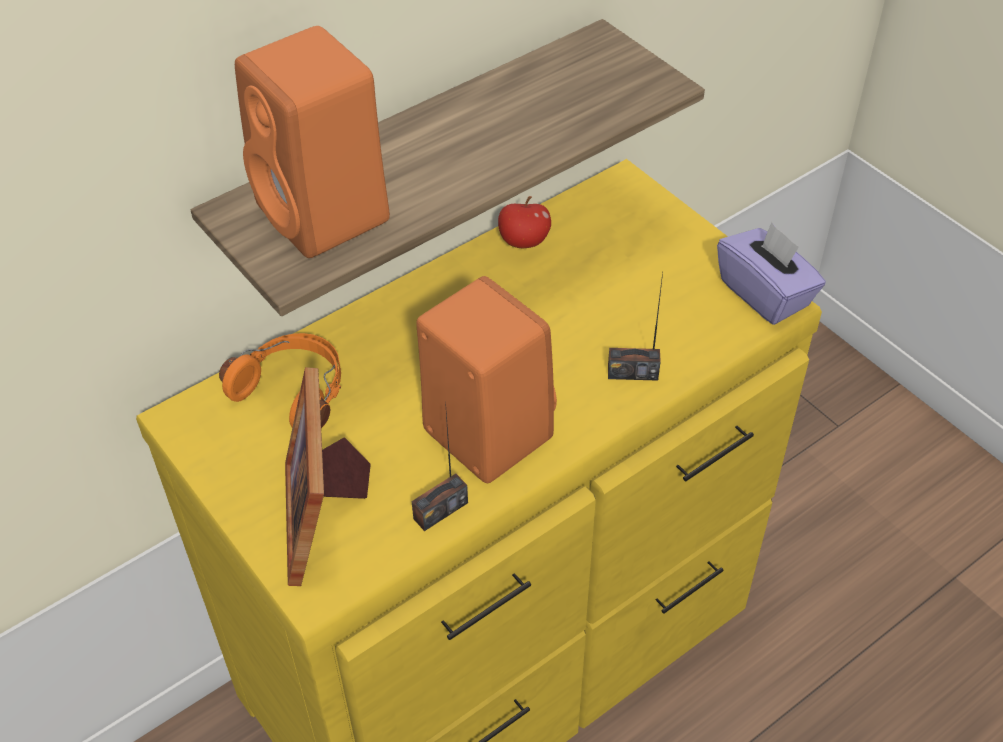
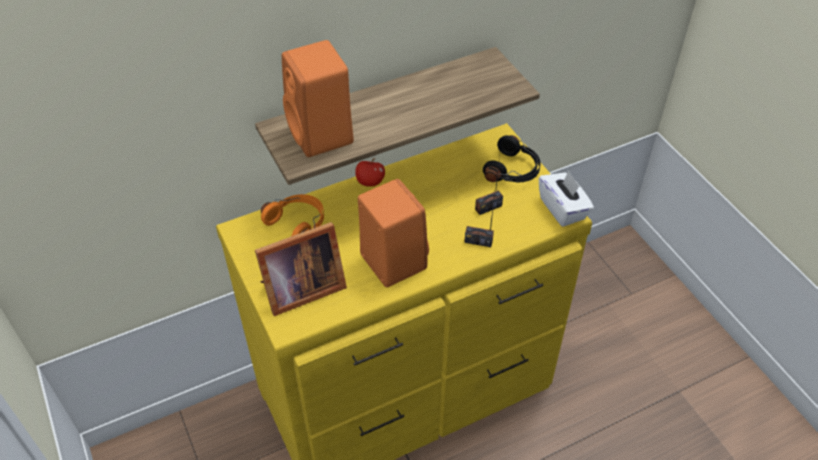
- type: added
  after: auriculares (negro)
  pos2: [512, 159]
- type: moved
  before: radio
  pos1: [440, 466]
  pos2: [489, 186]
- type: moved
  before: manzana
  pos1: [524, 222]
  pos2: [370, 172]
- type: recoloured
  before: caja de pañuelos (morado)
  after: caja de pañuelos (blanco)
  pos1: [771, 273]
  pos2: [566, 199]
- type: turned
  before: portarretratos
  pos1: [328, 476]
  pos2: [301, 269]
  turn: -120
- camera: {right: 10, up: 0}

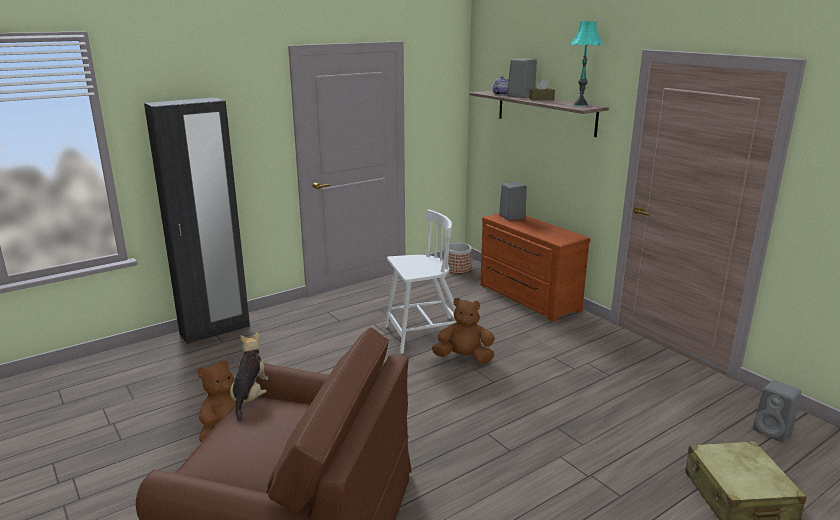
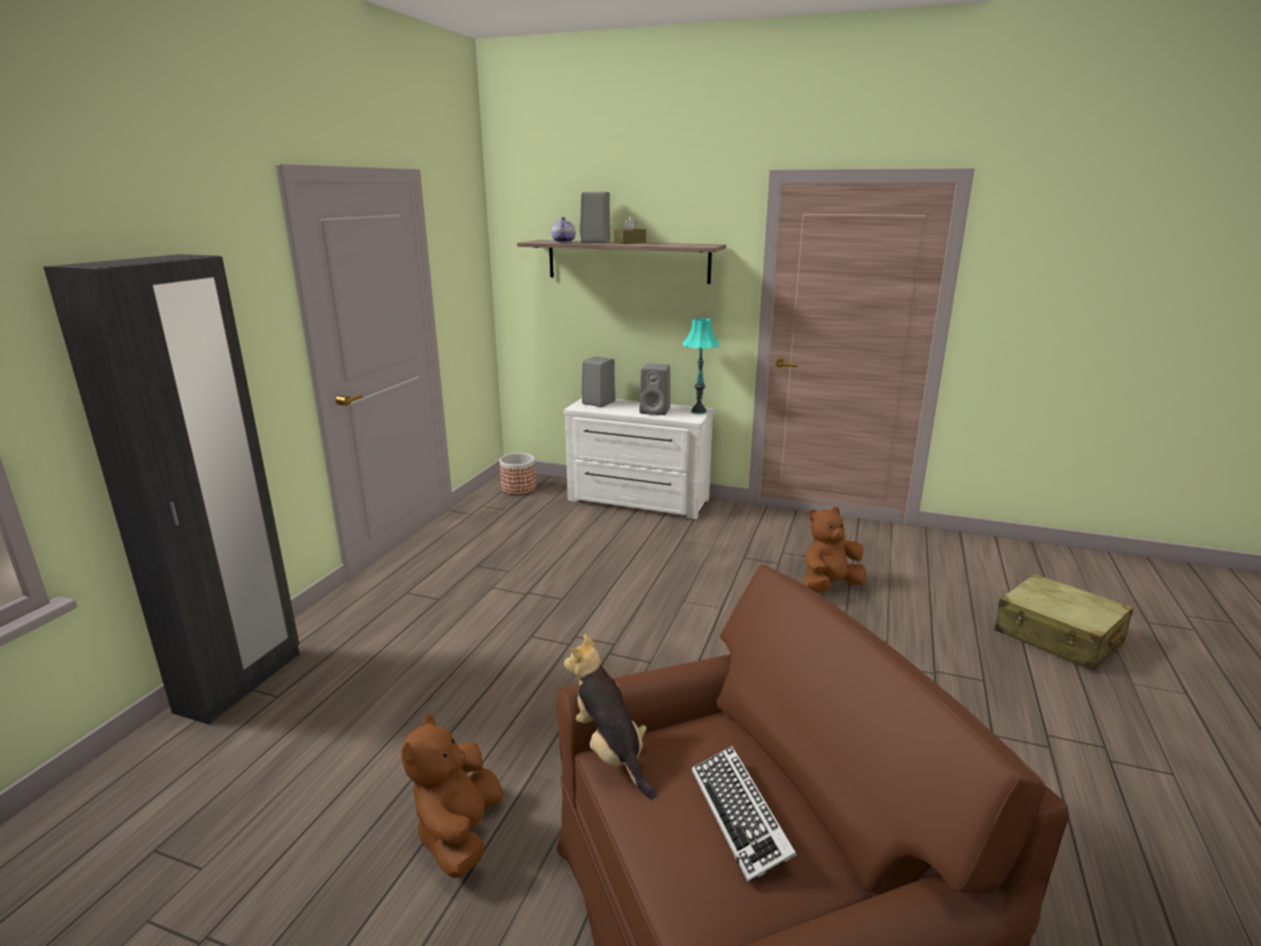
- type: removed
  before: silla (blanco)
  pos1: [420, 282]
- type: added
  after: teclado
  pos2: [744, 814]
- type: moved
  before: peluche (marrón)
  pos1: [463, 331]
  pos2: [834, 549]
- type: moved
  before: lámpara de mesa (turquesa)
  pos1: [586, 63]
  pos2: [701, 366]
- type: moved
  before: altavoz (gris)
  pos1: [777, 411]
  pos2: [654, 389]
- type: recoloured
  before: cómoda (marrón)
  after: cómoda (blanco)
  pos1: [535, 267]
  pos2: [639, 458]
- camera: {right: -35, up: 0}

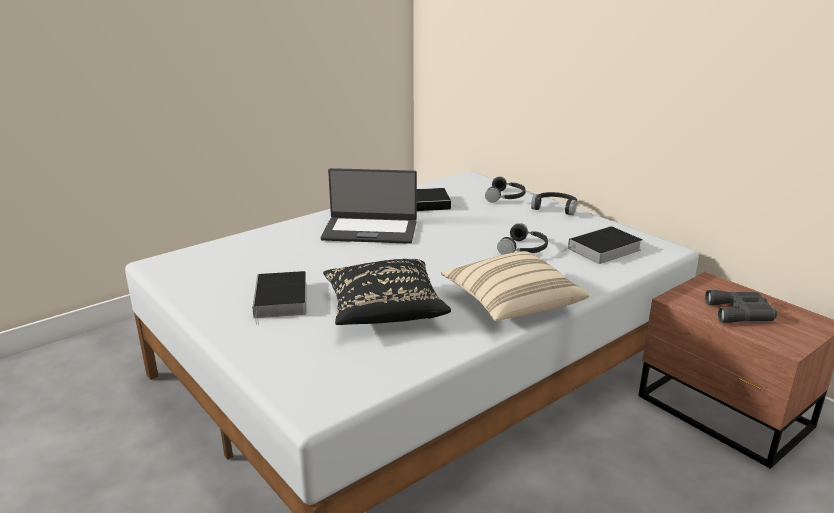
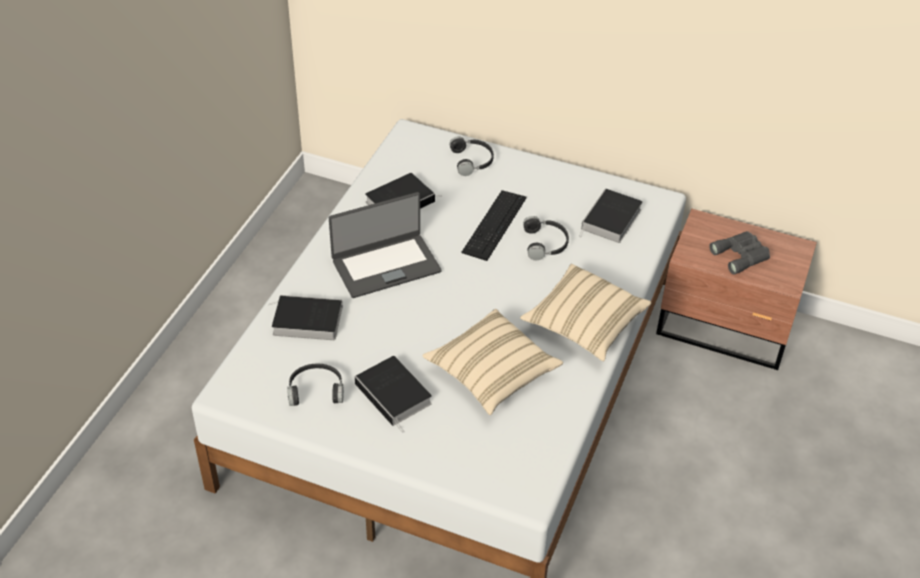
- type: added
  after: libro
  pos2: [306, 317]
- type: added
  after: teclado
  pos2: [493, 225]
- type: moved
  before: auriculares (negro)
  pos1: [554, 203]
  pos2: [315, 384]
- type: recoloured
  before: cojín (negro)
  after: cojín (beis)
  pos1: [387, 292]
  pos2: [492, 362]
- camera: {right: -30, up: 20}

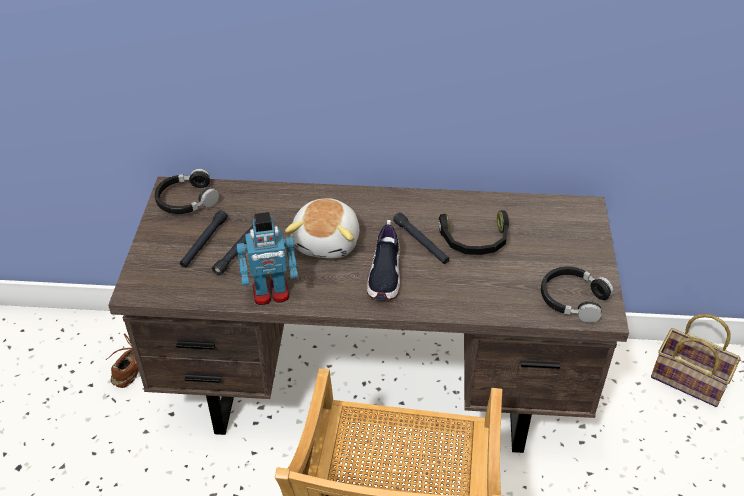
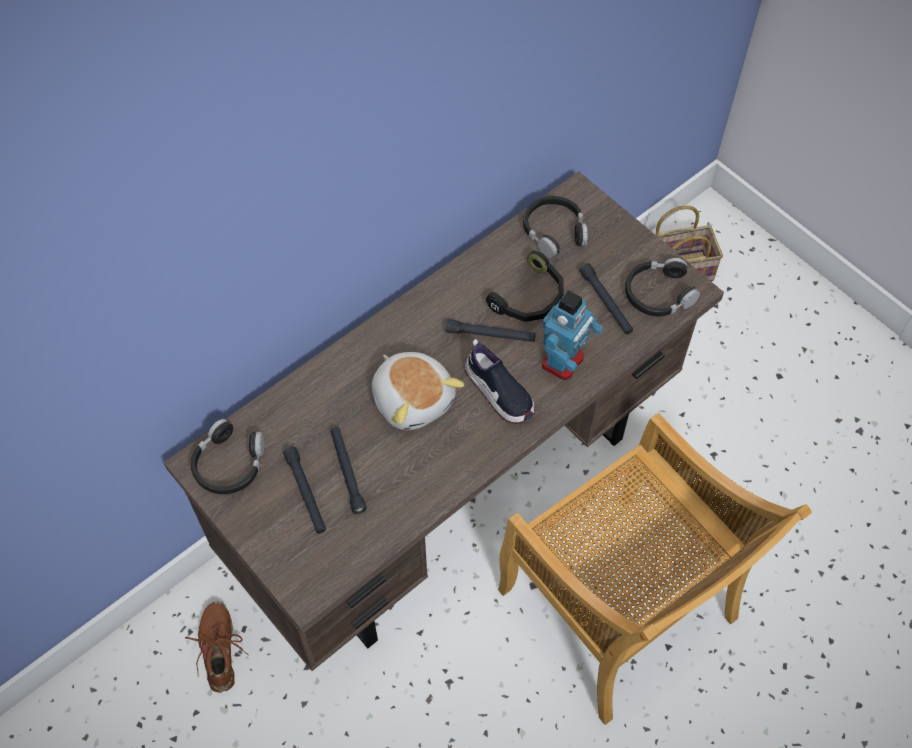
- type: added
  after: auriculares (negro)
  pos2: [555, 227]
- type: added
  after: linterna (negro)
  pos2: [606, 298]
- type: moved
  before: robot de juguete
  pos1: [267, 258]
  pos2: [573, 335]
- camera: {right: -45, up: 15}

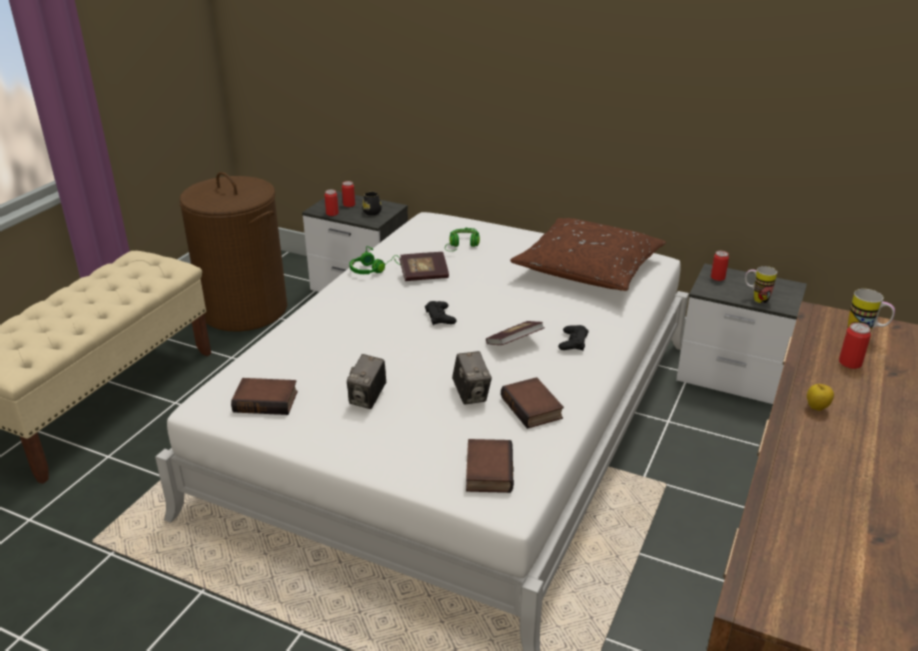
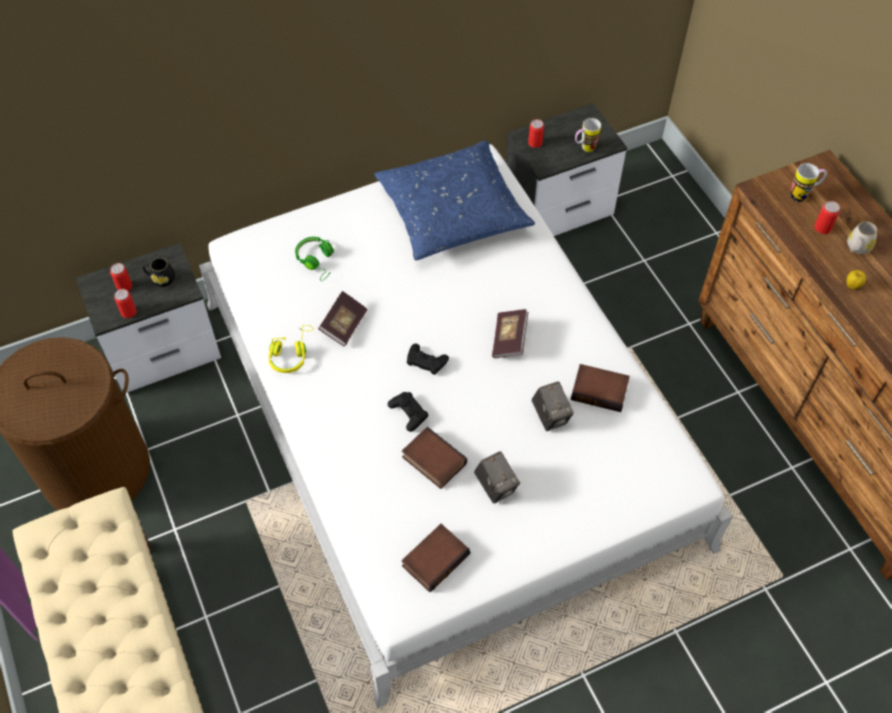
- type: added
  after: taza grande (blanco)
  pos2: [862, 237]
- type: moved
  before: libro
  pos1: [490, 466]
  pos2: [434, 458]
- type: moved
  before: mando de consola (negro)
  pos1: [573, 338]
  pos2: [408, 412]
- type: recoloured
  before: auriculares (verde)
  after: auriculares (amarillo)
  pos1: [375, 260]
  pos2: [291, 349]
- type: recoloured
  before: cojín (marrón)
  after: cojín (azul)
  pos1: [588, 254]
  pos2: [454, 200]
- type: turned
  before: cámara
  pos1: [472, 377]
  pos2: [553, 406]
  turn: 45
- camera: {right: -50, up: 25}

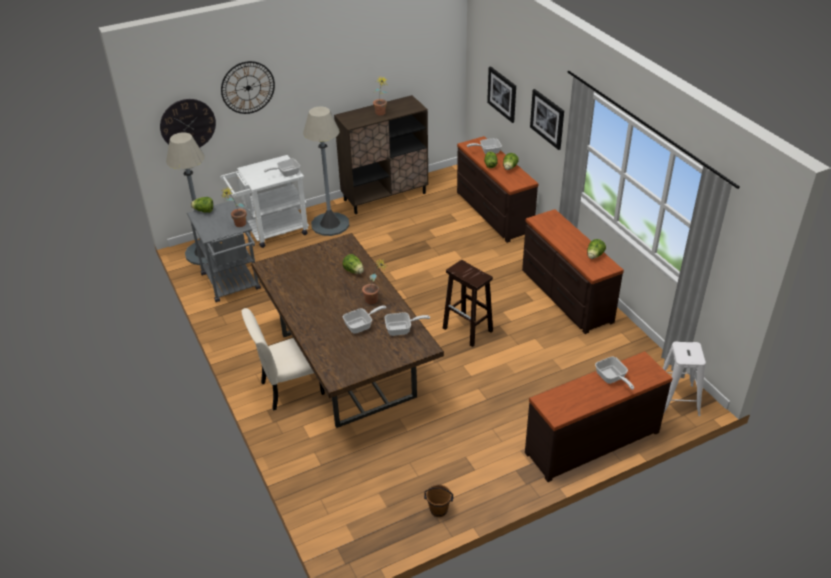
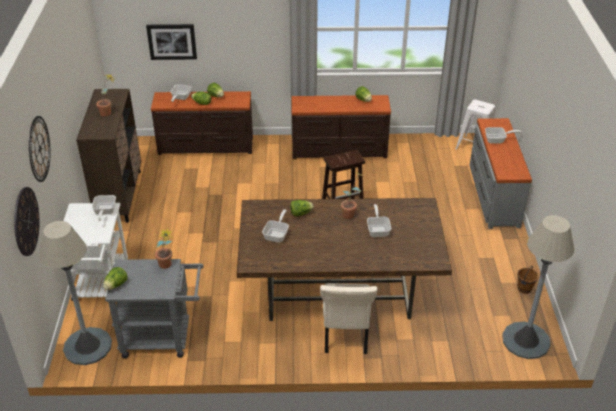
- type: removed
  before: cuadro
  pos1: [547, 119]
- type: moved
  before: lámpara de pie (gris)
  pos1: [326, 171]
  pos2: [538, 287]
- type: moved
  before: sartén
  pos1: [407, 324]
  pos2: [275, 226]
- type: recoloured
  before: cómoda (marrón)
  after: cómoda (gris)
  pos1: [599, 416]
  pos2: [500, 173]
- camera: {right: -65, up: 0}

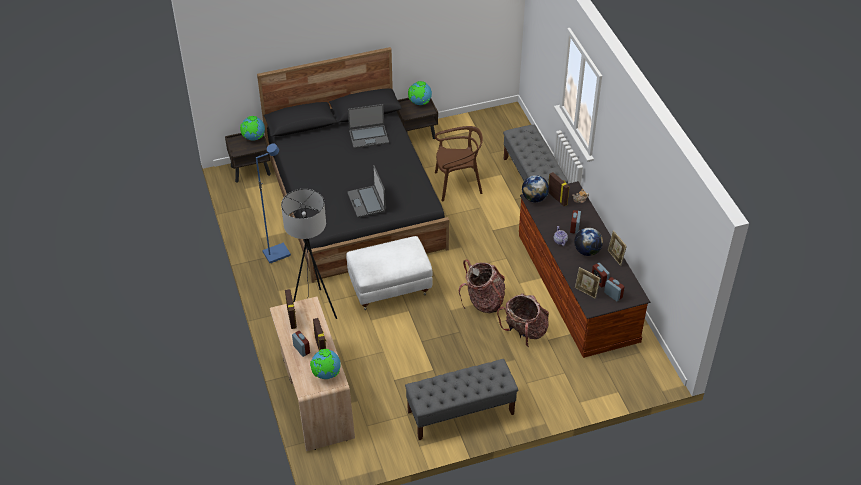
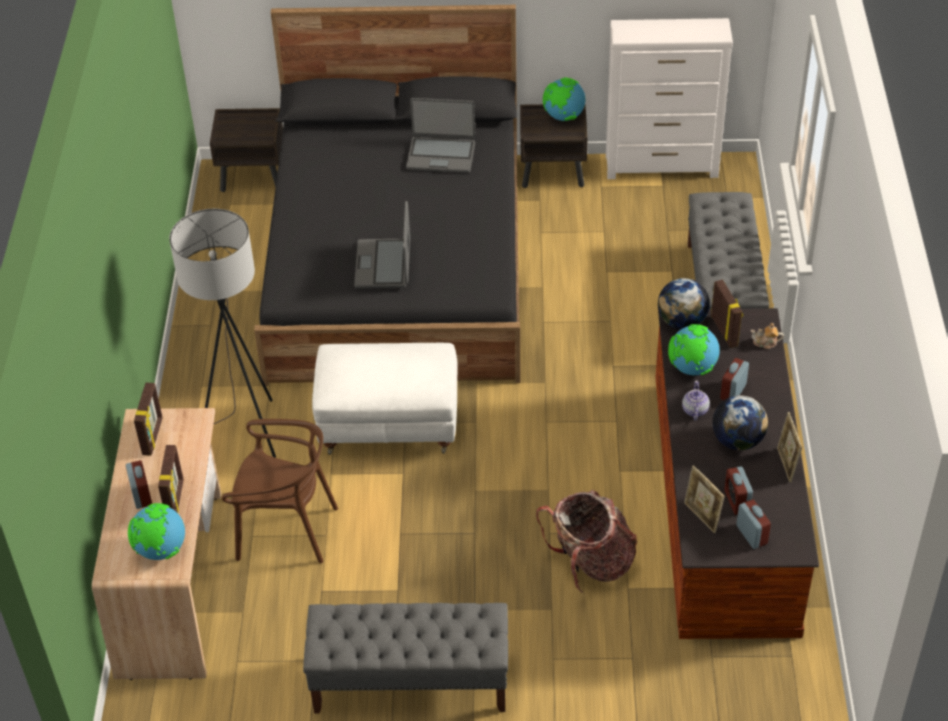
- type: removed
  before: lámpara de pie (azul)
  pos1: [273, 203]
- type: removed
  before: mochila
  pos1: [481, 286]
- type: added
  after: cómoda (blanco)
  pos2: [669, 98]
- type: moved
  before: globo terráqueo
  pos1: [252, 128]
  pos2: [694, 350]
- type: moved
  before: silla (marrón)
  pos1: [459, 164]
  pos2: [280, 491]
- camera: {right: 20, up: 0}

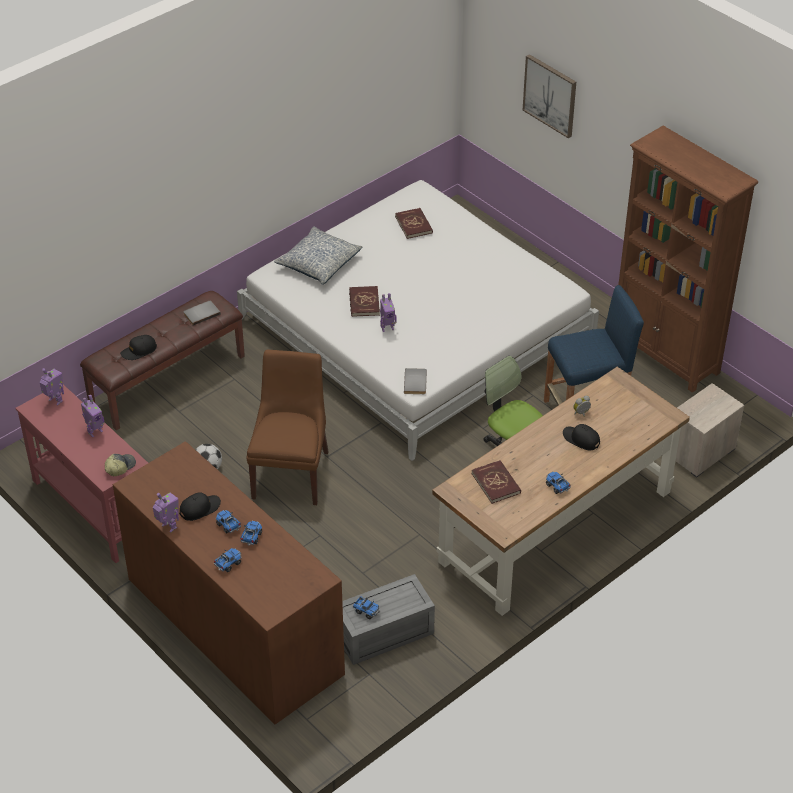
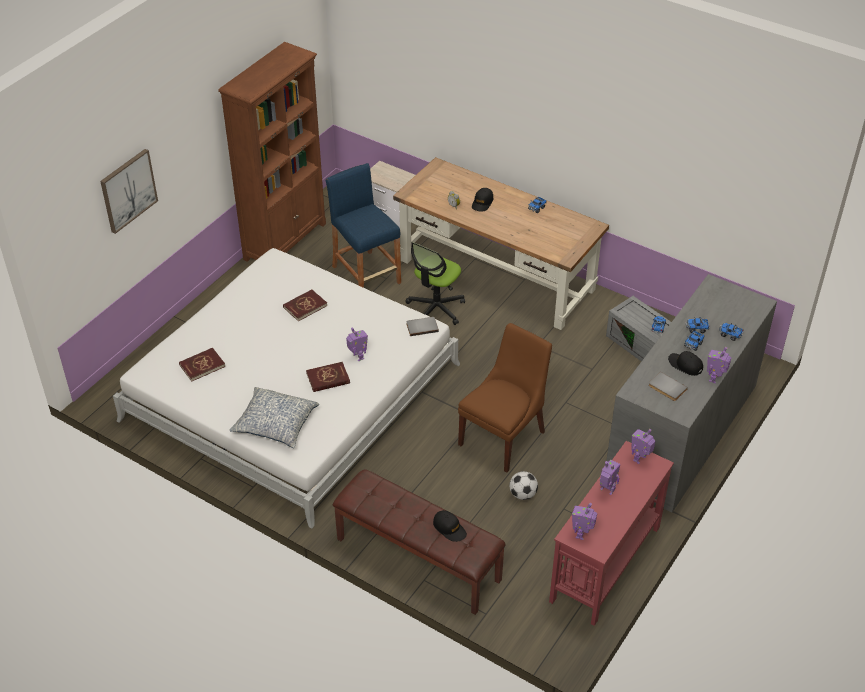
- type: moved
  before: libro (gris)
  pos1: [202, 313]
  pos2: [668, 386]
- type: moved
  before: libro (rojo)
  pos1: [496, 482]
  pos2: [305, 305]
- type: replaced
  before: gorra
  after: robot de juguete
  pos1: [120, 465]
  pos2: [643, 446]
- type: recoloured
  before: cómoda (marrón)
  after: cómoda (gris)
  pos1: [229, 582]
  pos2: [691, 393]
- type: turned
  before: silla (marrón)
  pos1: [288, 427]
  pos2: [505, 397]
  turn: 135
- camera: {right: -105, up: 0}

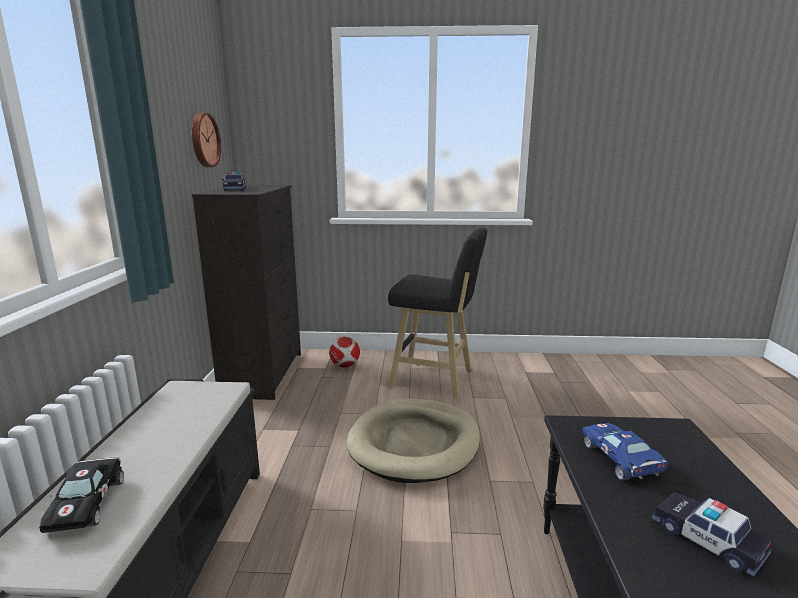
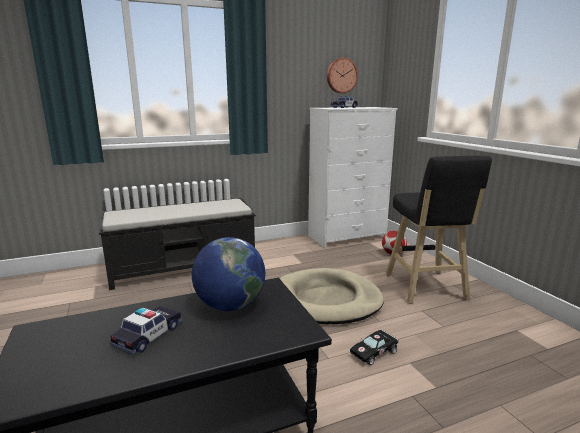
- type: moved
  before: coche de juguete (negro)
  pos1: [81, 495]
  pos2: [374, 347]
- type: replaced
  before: coche de juguete (azul)
  after: globo terráqueo
  pos1: [625, 451]
  pos2: [228, 274]
- type: recoloured
  before: cómoda (negro)
  after: cómoda (blanco)
  pos1: [246, 292]
  pos2: [353, 177]
- camera: {right: 65, up: 0}

